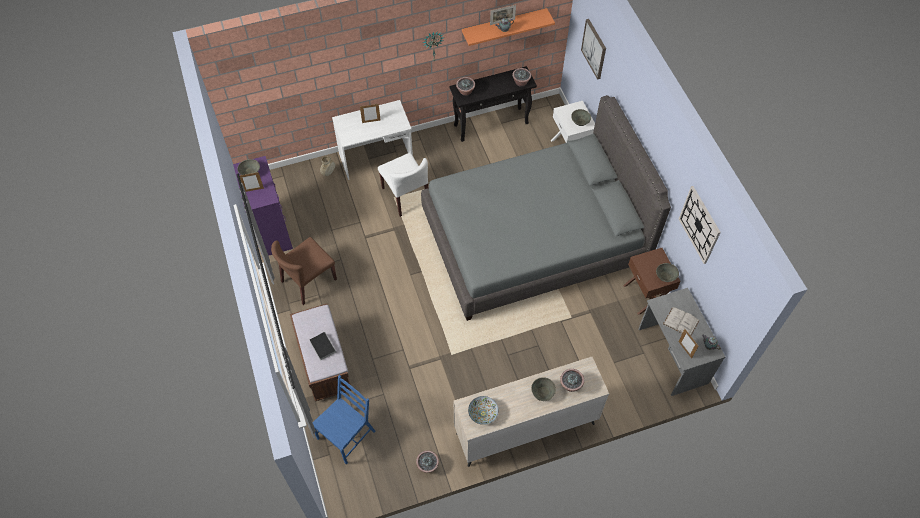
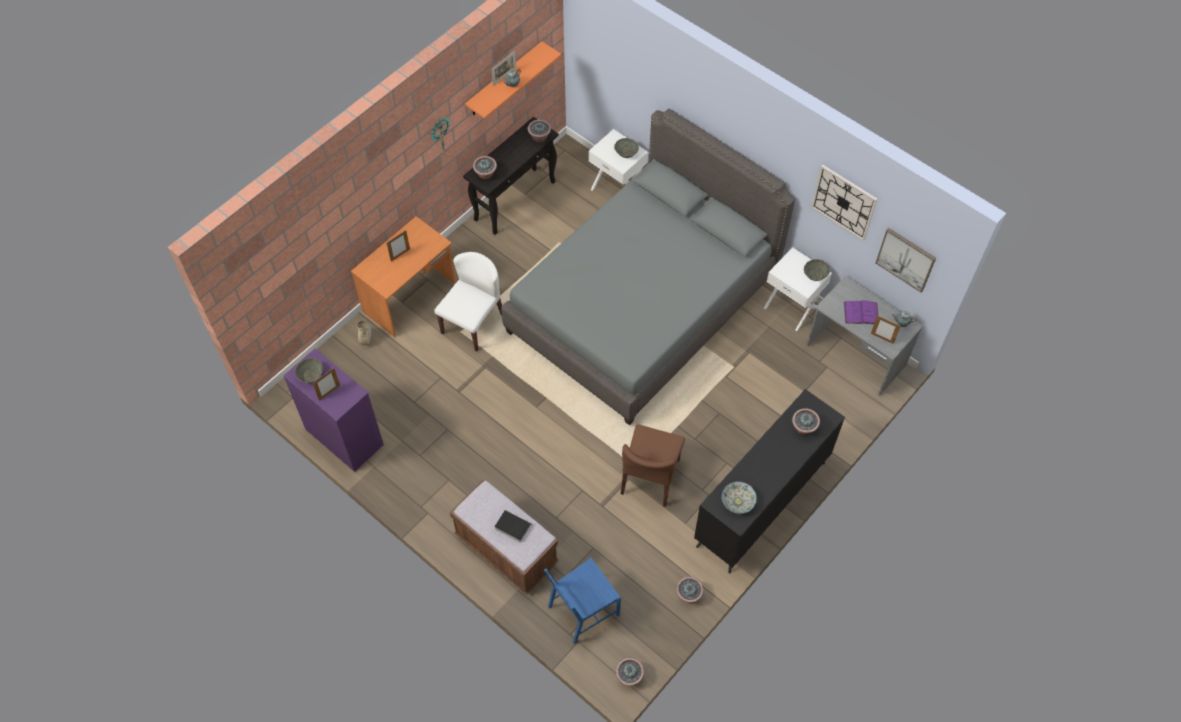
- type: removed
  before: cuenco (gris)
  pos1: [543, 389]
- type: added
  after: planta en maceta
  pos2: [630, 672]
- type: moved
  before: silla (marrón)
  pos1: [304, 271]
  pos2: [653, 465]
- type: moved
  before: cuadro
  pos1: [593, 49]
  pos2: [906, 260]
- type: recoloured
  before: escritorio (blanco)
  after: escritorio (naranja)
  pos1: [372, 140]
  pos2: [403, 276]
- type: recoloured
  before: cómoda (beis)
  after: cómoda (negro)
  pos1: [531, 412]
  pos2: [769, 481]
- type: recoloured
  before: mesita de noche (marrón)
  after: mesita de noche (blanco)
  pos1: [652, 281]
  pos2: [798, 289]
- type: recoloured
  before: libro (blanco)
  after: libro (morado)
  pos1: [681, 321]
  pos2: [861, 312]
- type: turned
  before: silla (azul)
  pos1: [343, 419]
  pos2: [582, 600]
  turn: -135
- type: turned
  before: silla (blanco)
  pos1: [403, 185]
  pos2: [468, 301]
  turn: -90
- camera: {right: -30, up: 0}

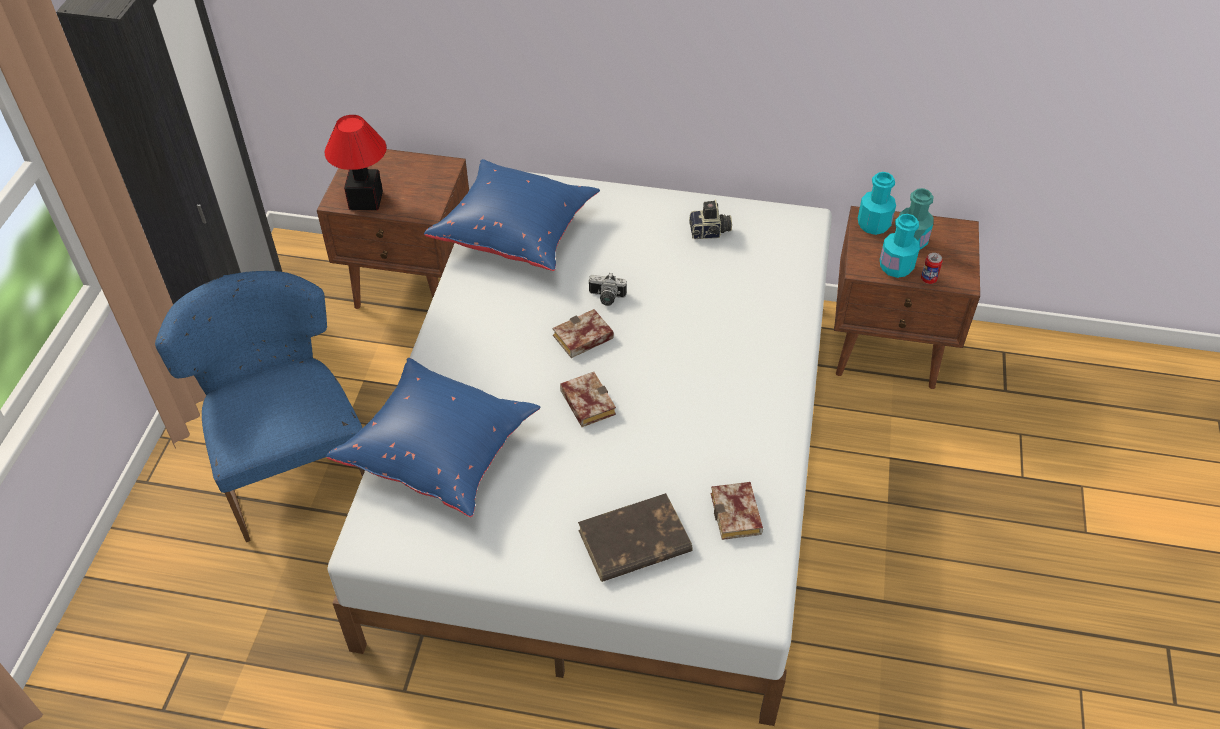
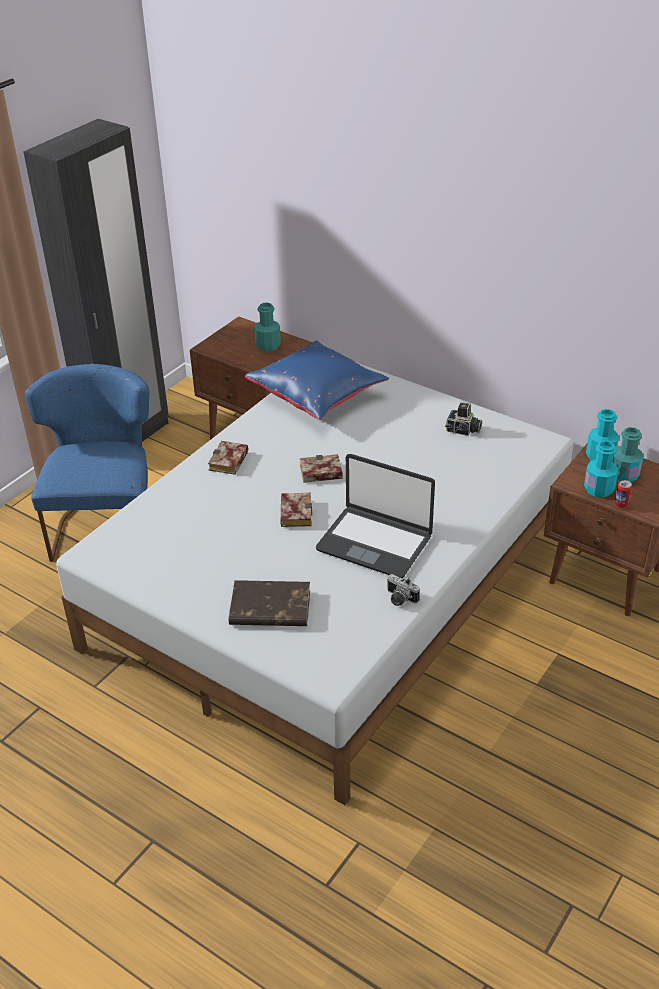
- type: removed
  before: lámpara de mesa
  pos1: [356, 162]
- type: removed
  before: cojín (azul)
  pos1: [433, 437]
- type: added
  after: botella (turquesa)
  pos2: [267, 327]
- type: added
  after: portátil
  pos2: [375, 516]
- type: moved
  before: cámara
  pos1: [608, 289]
  pos2: [403, 590]
- type: moved
  before: libro
  pos1: [737, 511]
  pos2: [228, 458]
- camera: {right: 25, up: -10}

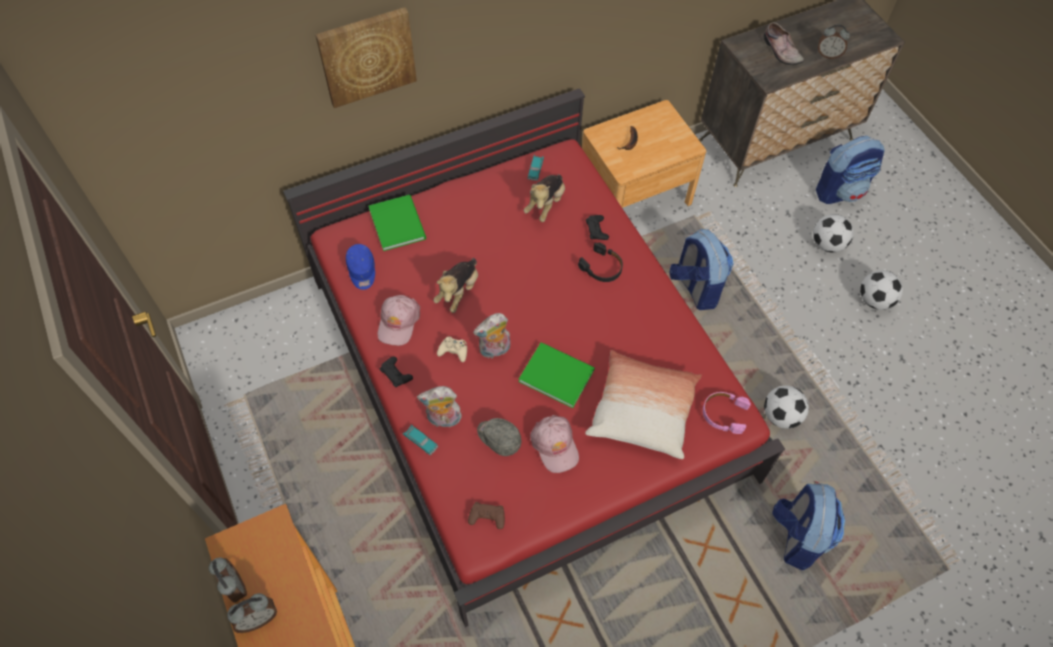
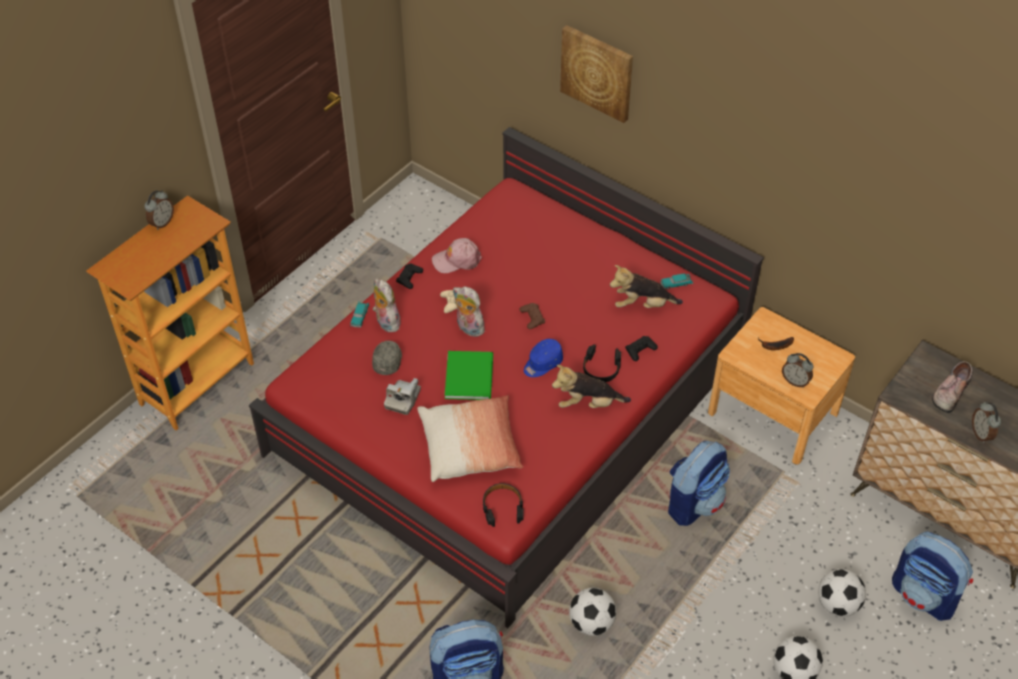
- type: removed
  before: libro (verde)
  pos1: [397, 223]
- type: moved
  before: despertador
  pos1: [252, 613]
  pos2: [797, 370]
- type: moved
  before: gorra (azul)
  pos1: [360, 267]
  pos2: [543, 358]
- type: moved
  before: peluche
  pos1: [455, 285]
  pos2: [591, 386]
- type: moved
  before: mando de consola (marrón)
  pos1: [486, 515]
  pos2: [532, 316]
- type: replaced
  before: gorra (rosa)
  after: cámara
  pos1: [554, 444]
  pos2: [402, 396]
- type: recoloured
  before: auriculares (rosa)
  after: auriculares (negro)
  pos1: [727, 413]
  pos2: [503, 505]
- camera: {right: 65, up: -10}

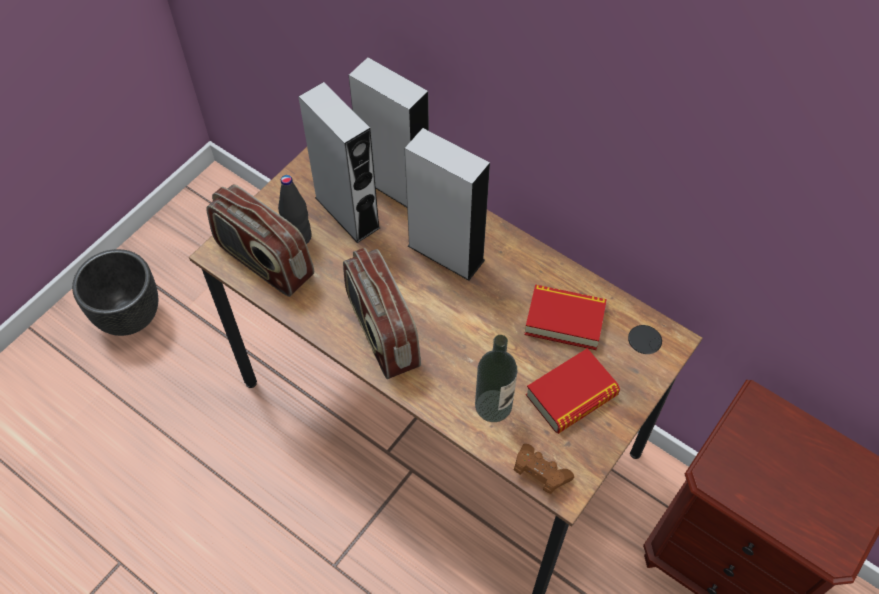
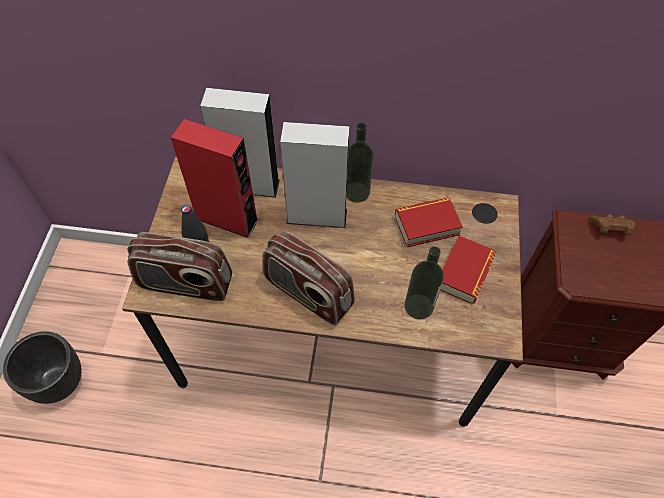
- type: added
  after: botella
  pos2: [360, 163]
- type: moved
  before: mando de consola (marrón)
  pos1: [544, 469]
  pos2: [612, 224]
- type: recoloured
  before: altavoz (gris)
  after: altavoz (rojo)
  pos1: [339, 162]
  pos2: [214, 178]
- camera: {right: -30, up: 0}

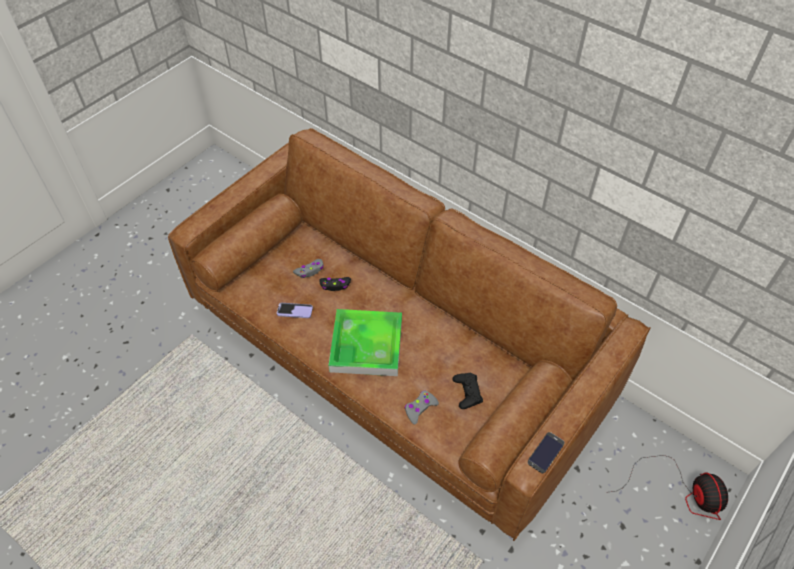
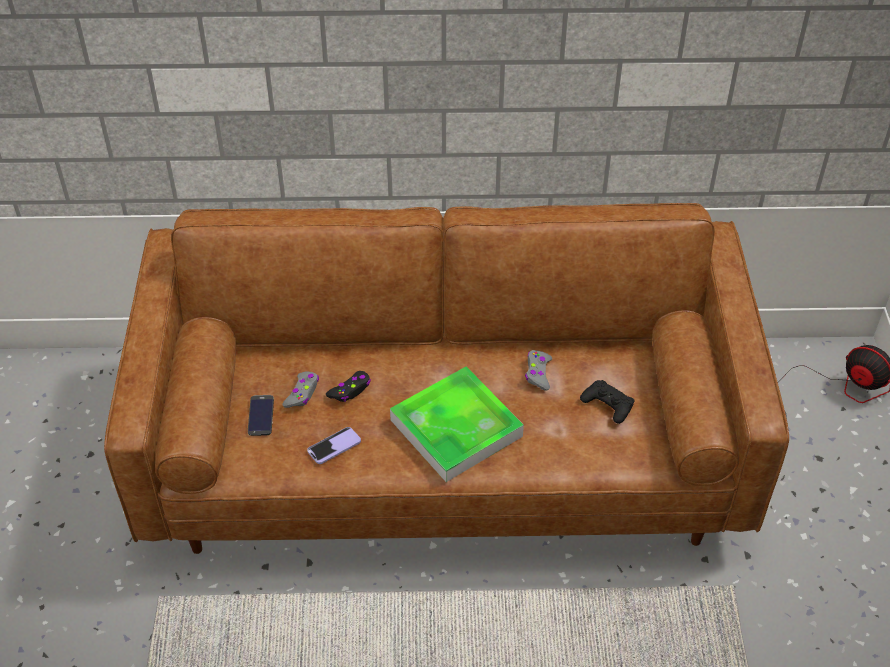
- type: moved
  before: mando de consola (gris)
  pos1: [422, 407]
  pos2: [538, 370]
- type: moved
  before: móvil
  pos1: [546, 452]
  pos2: [261, 415]
- camera: {right: -40, up: -5}

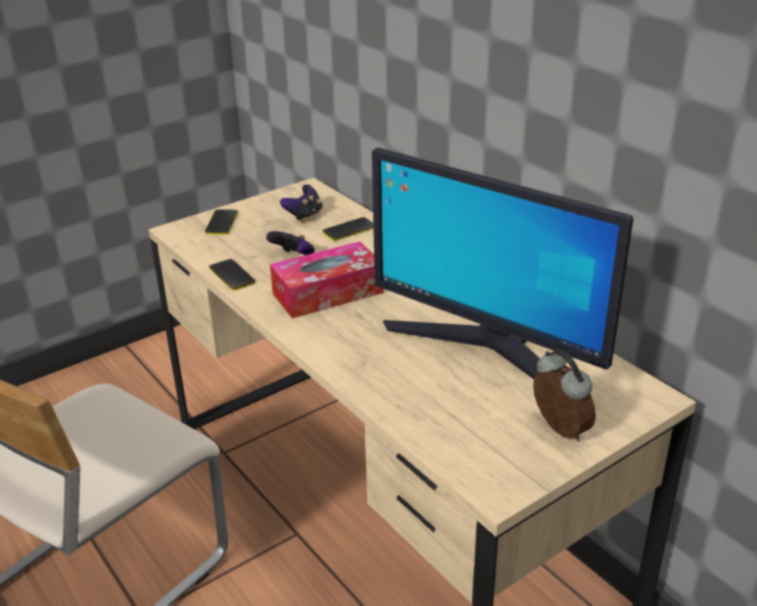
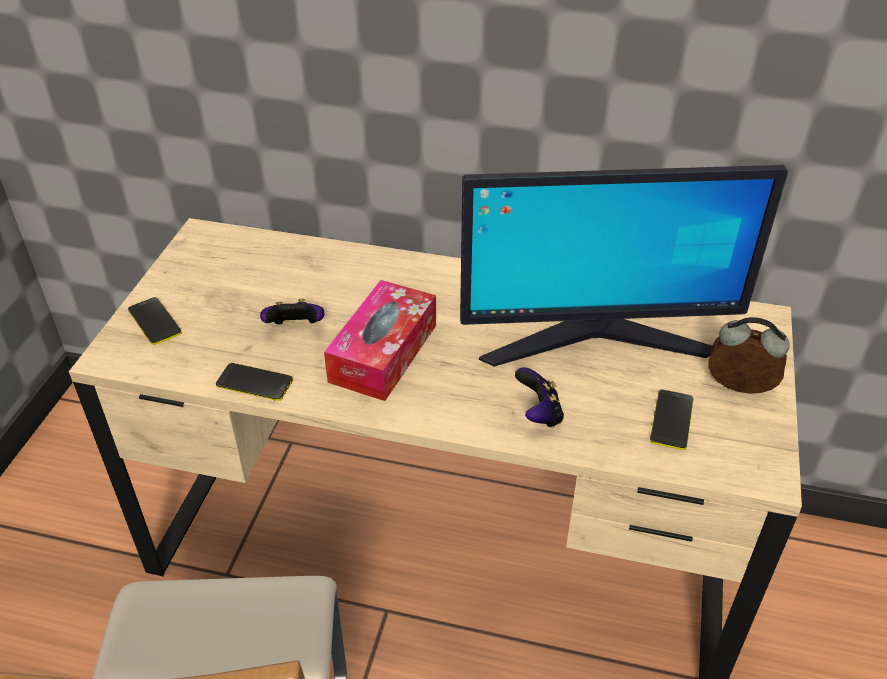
- type: moved
  before: mando de consola
  pos1: [301, 203]
  pos2: [539, 397]
- type: moved
  before: móvil
  pos1: [348, 229]
  pos2: [671, 420]
- camera: {right: -40, up: 10}

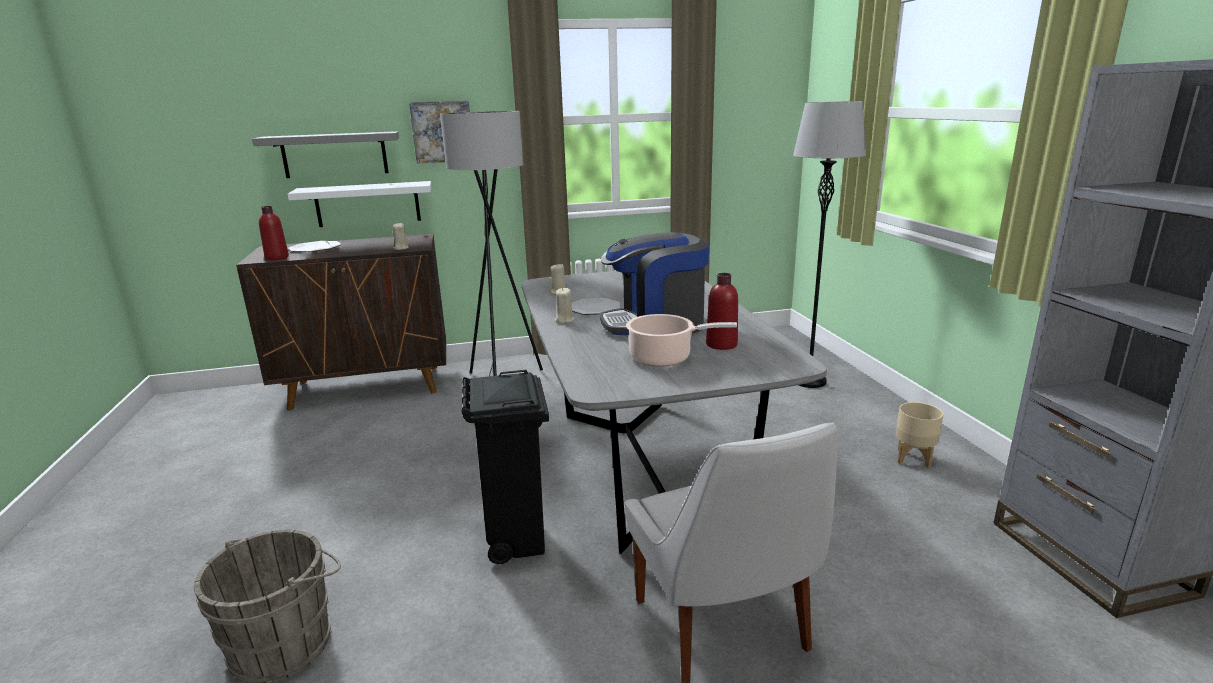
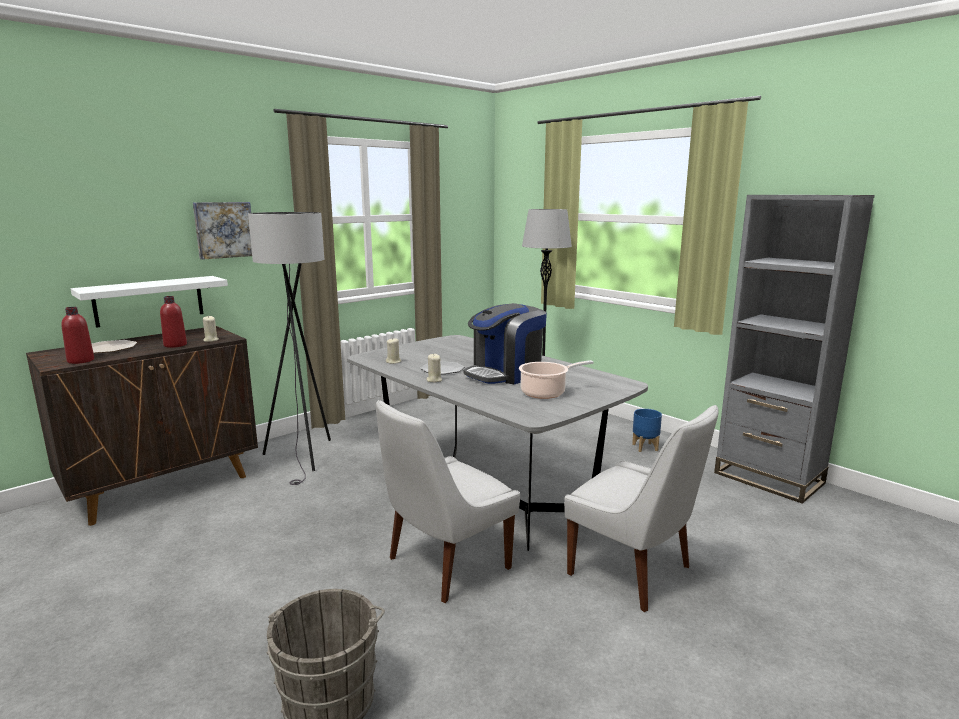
- type: removed
  before: estante (gris)
  pos1: [325, 154]
- type: moved
  before: botella (rojo)
  pos1: [722, 311]
  pos2: [173, 322]
- type: replaced
  before: papelera (negro)
  after: silla (blanco)
  pos1: [505, 467]
  pos2: [448, 501]
- type: recoloured
  before: maceta (beis)
  after: maceta (azul)
  pos1: [920, 435]
  pos2: [647, 430]
- camera: {right: -30, up: -5}

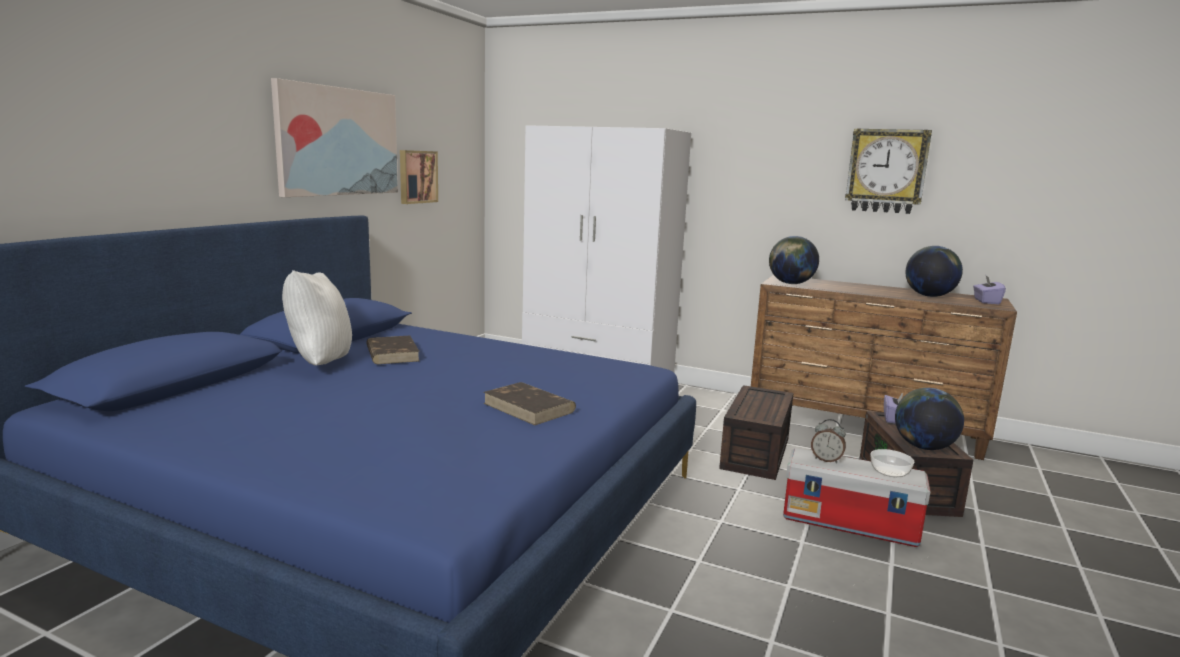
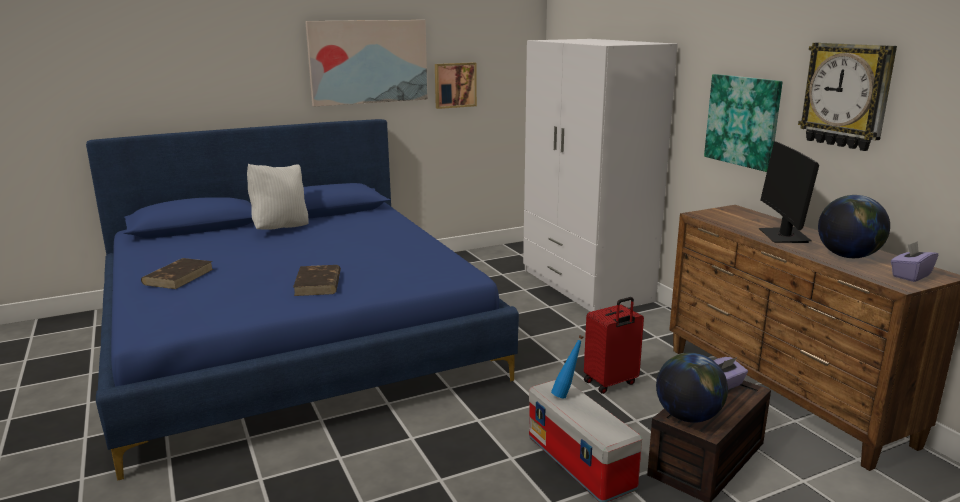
- type: removed
  before: globo terráqueo
  pos1: [794, 260]
- type: removed
  before: cuenco
  pos1: [892, 463]
- type: added
  after: cuadro
  pos2: [743, 123]
- type: added
  after: monitor
  pos2: [789, 192]
- type: moved
  before: libro (marrón)
  pos1: [393, 349]
  pos2: [177, 273]
- type: replaced
  before: caja de almacenaje (marrón)
  after: maleta (rojo)
  pos1: [756, 432]
  pos2: [614, 345]
- type: replaced
  before: despertador
  after: botella (azul)
  pos1: [828, 441]
  pos2: [567, 366]
- camera: {right: 40, up: 5}

